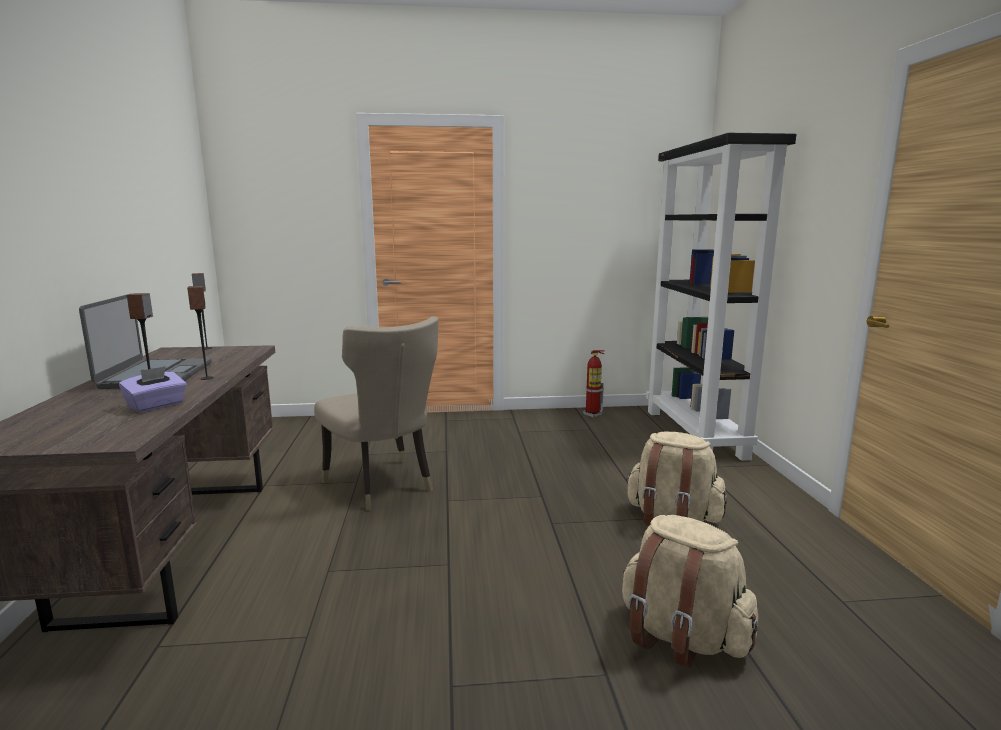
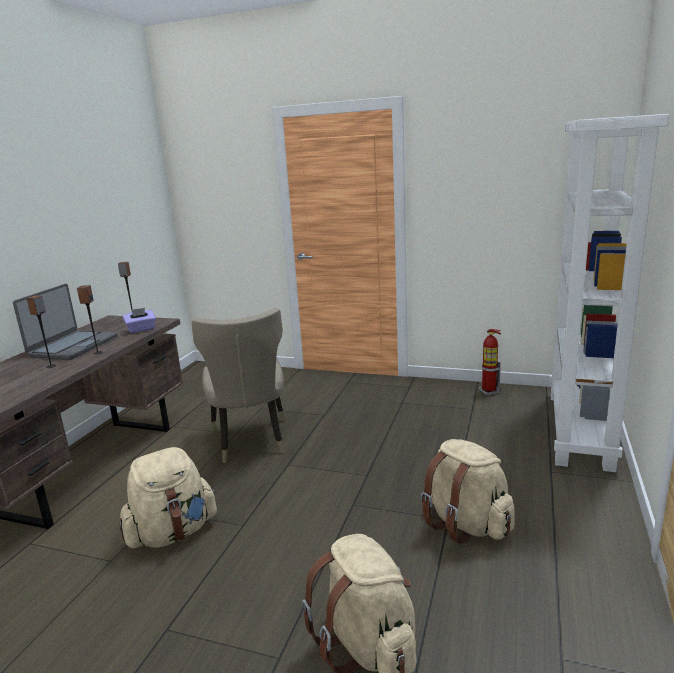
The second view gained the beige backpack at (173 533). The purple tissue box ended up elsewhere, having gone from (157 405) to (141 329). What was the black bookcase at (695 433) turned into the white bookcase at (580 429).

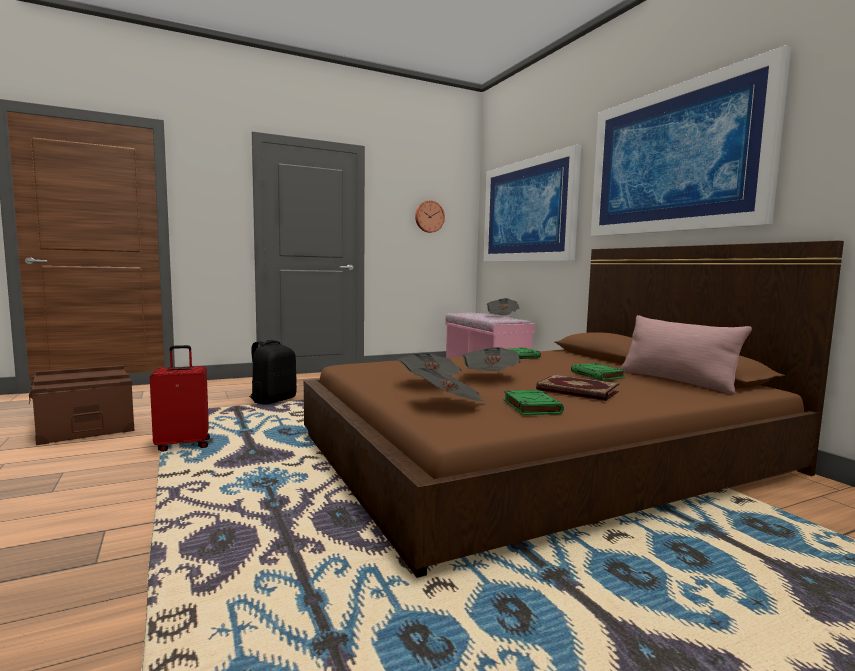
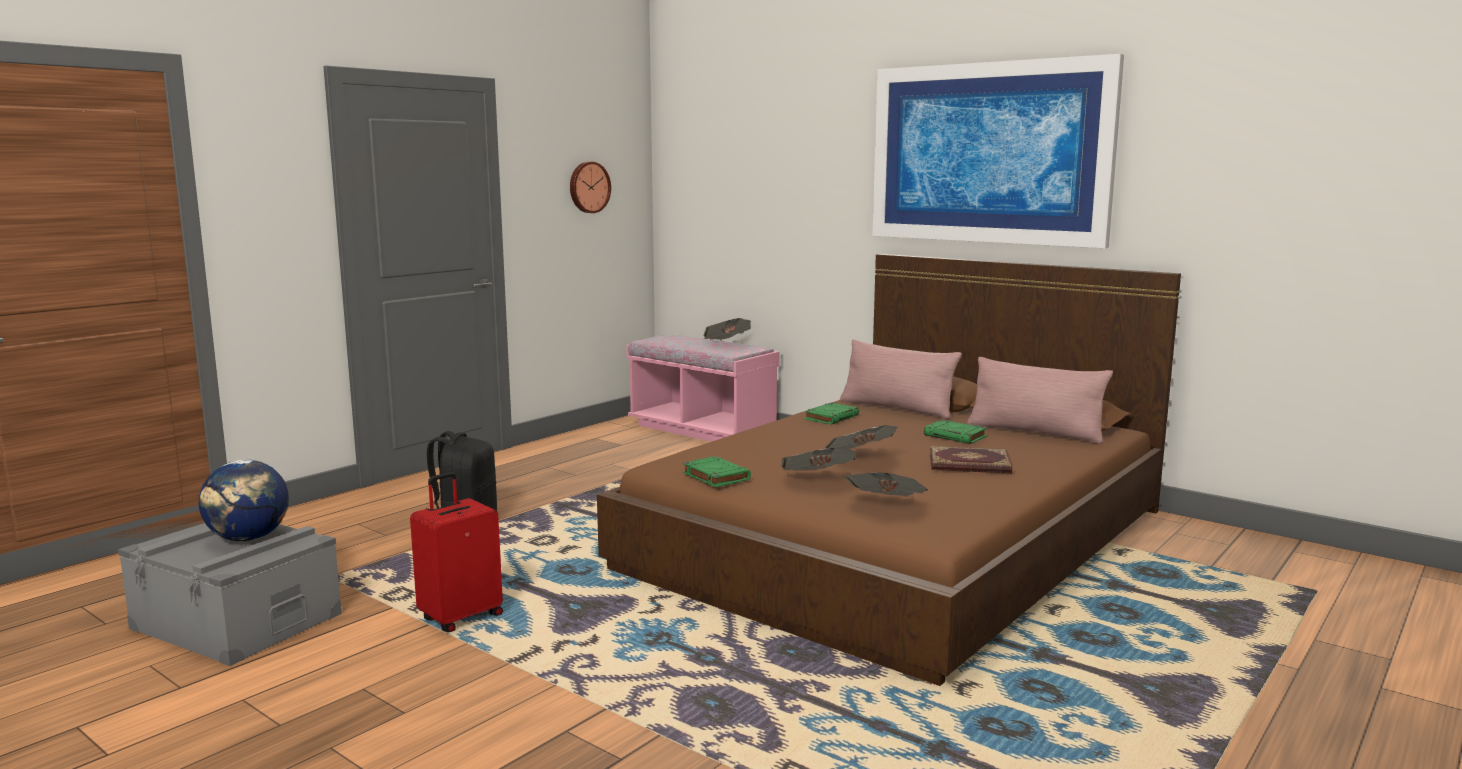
The second view lost the picture at (528 211). The second view gained the globe at (248 538). The second view gained the pink pillow at (896 408). The green book ended up elsewhere, having gone from (531 407) to (715 476). What was the brown storage box at (85 424) turned into the grey storage box at (237 621).

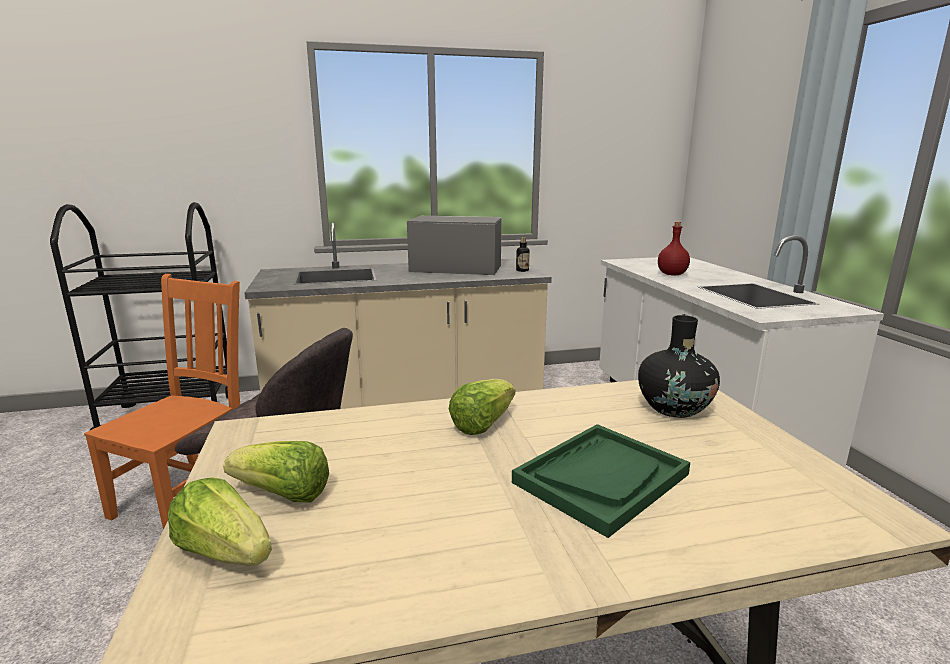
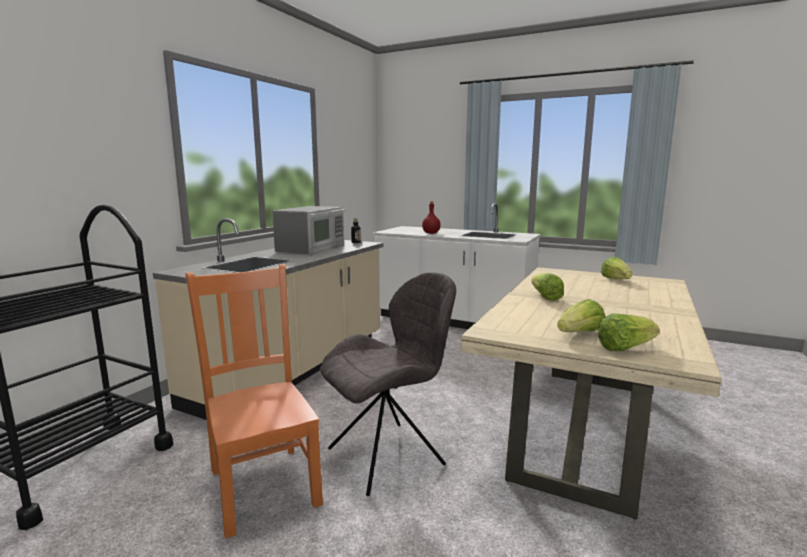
The second view lost the green tray at (601 478). The second view lost the black vase at (674 408). The second view gained the lettuce at (616 280). The microwave at (456 268) ended up facing another way, 150 degrees clockwise from before.

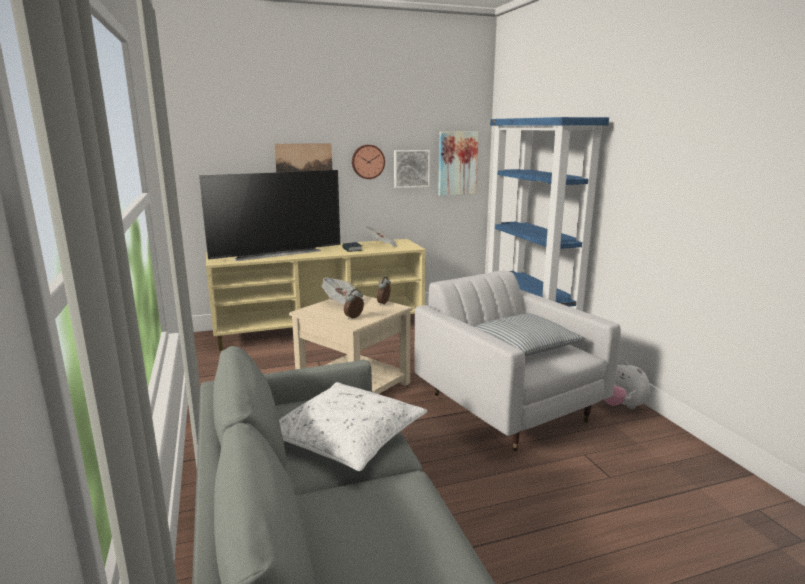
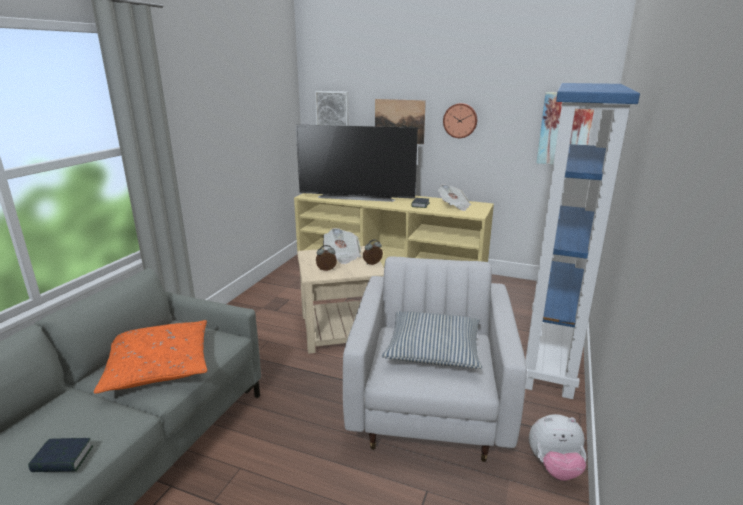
The second view gained the book at (63 459). The picture ended up elsewhere, having gone from (411 168) to (332 109). What was the white pillow at (347 437) turned into the orange pillow at (159 366). The plush toy at (622 406) ended up facing another way, 105 degrees counterclockwise from before.

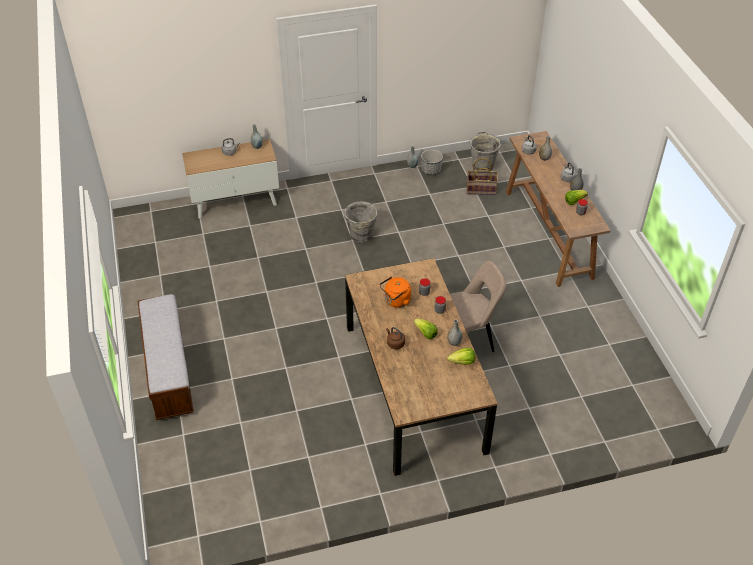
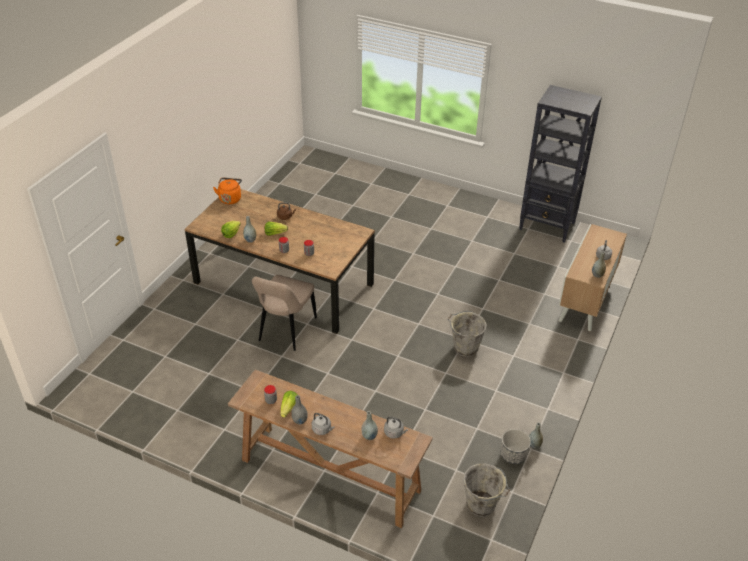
The second view lost the bench at (169 370). The second view lost the basket at (481 189). The second view gained the black bookcase at (547 226). The orange kettle ended up elsewhere, having gone from (396 301) to (230 198).

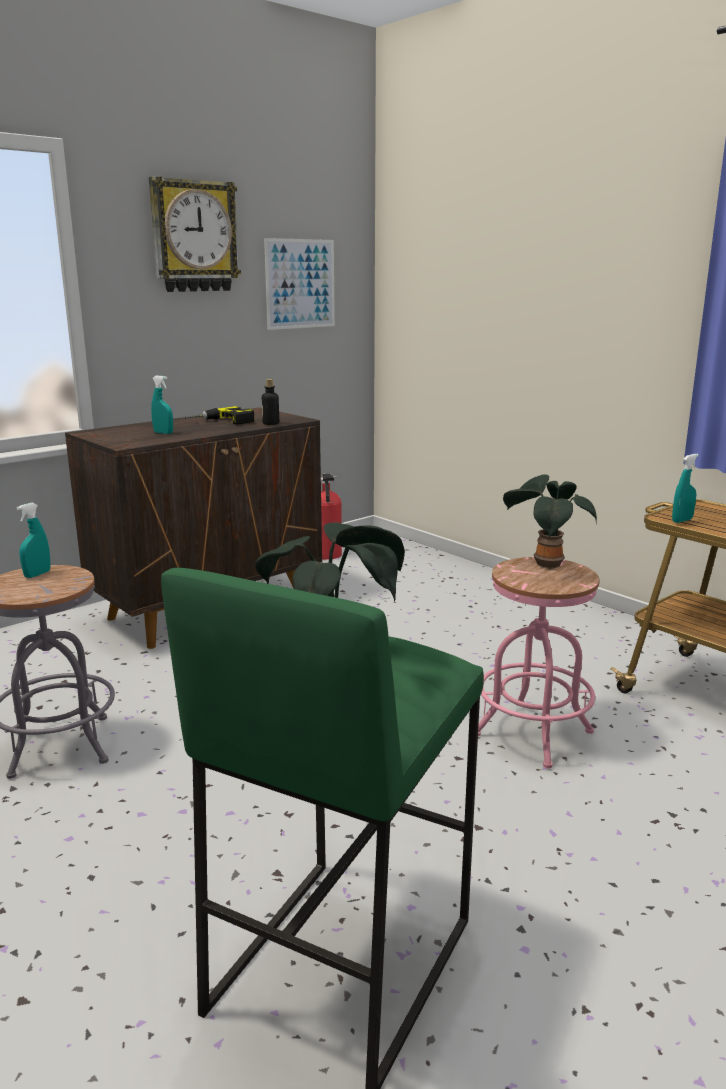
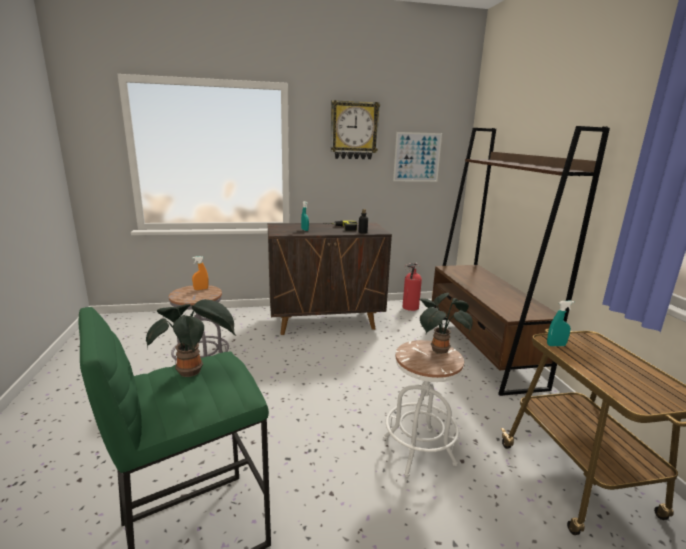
The second view gained the brown bookcase at (481 350). What was the turquoise spray bottle at (37 574) turned into the orange spray bottle at (201 289). What was the pink stool at (532 733) turned into the white stool at (418 451).

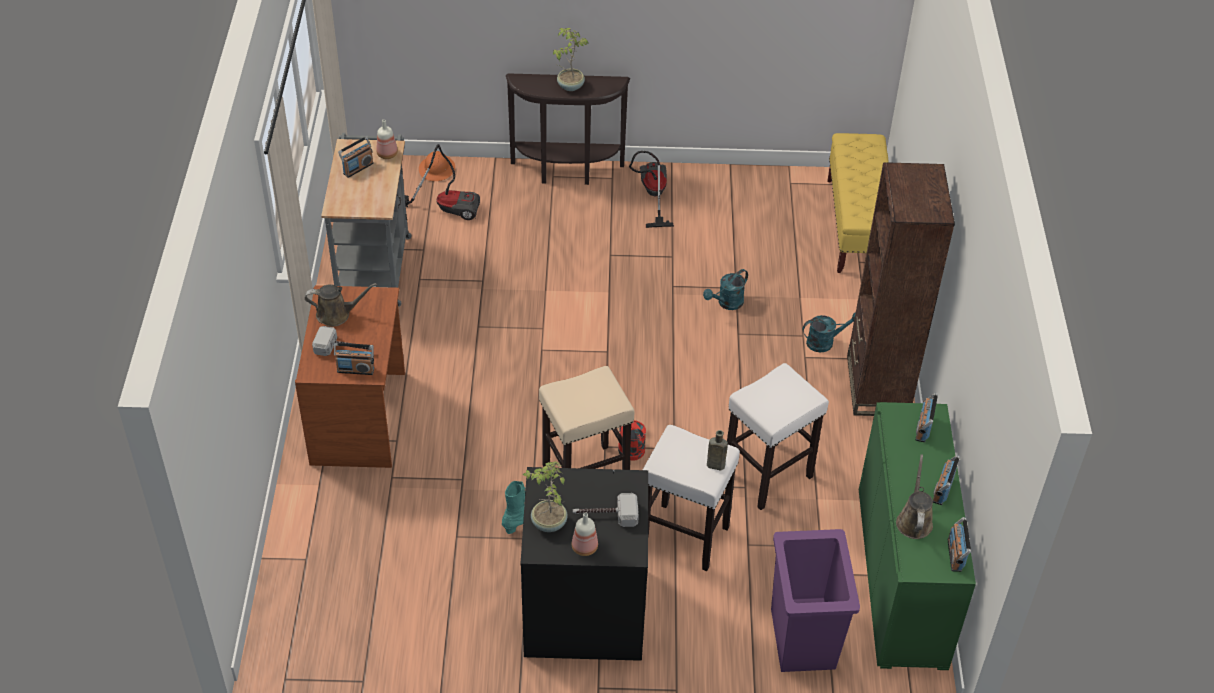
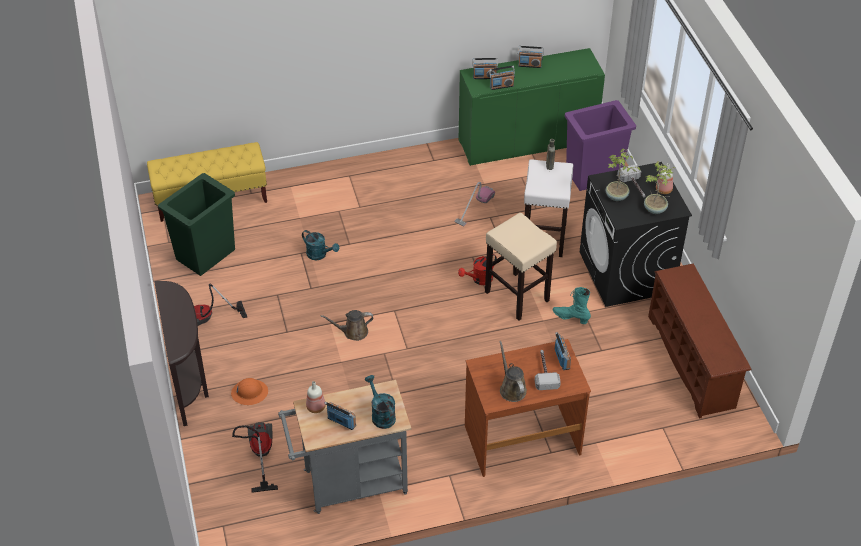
The second view lost the brown bookcase at (877 386). The second view gained the green trash can at (206 254). The second view gained the brown shoe rack at (692 362). The orange hard hat ended up elsewhere, having gone from (437 169) to (249 392). The potted plant ended up elsewhere, having gone from (570 86) to (616 197). The turquoise watering can ended up elsewhere, having gone from (825 342) to (381 415). The brown watering can ended up elsewhere, having gone from (914 520) to (353 332). The radio ended up elsewhere, having gone from (955 555) to (501 86). Where the white stool stood at (768 474), the vacuum cleaner came to stand at (474 208).

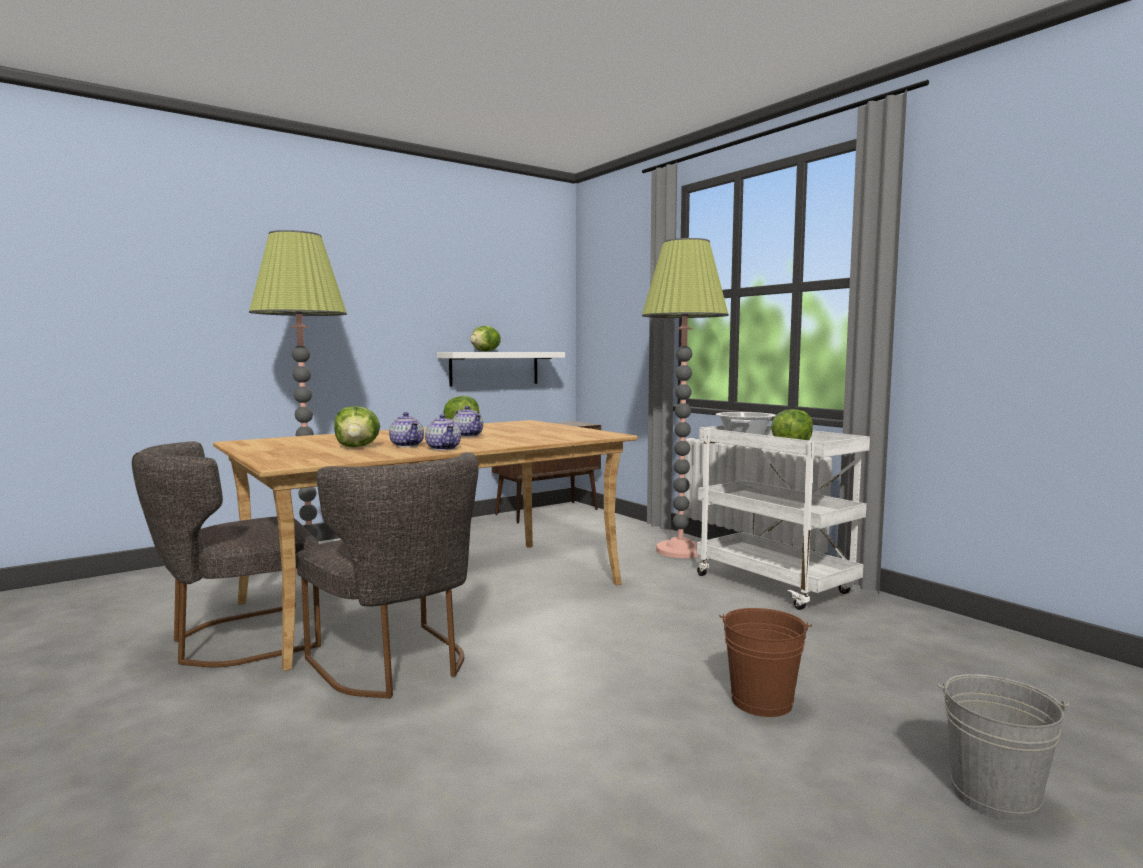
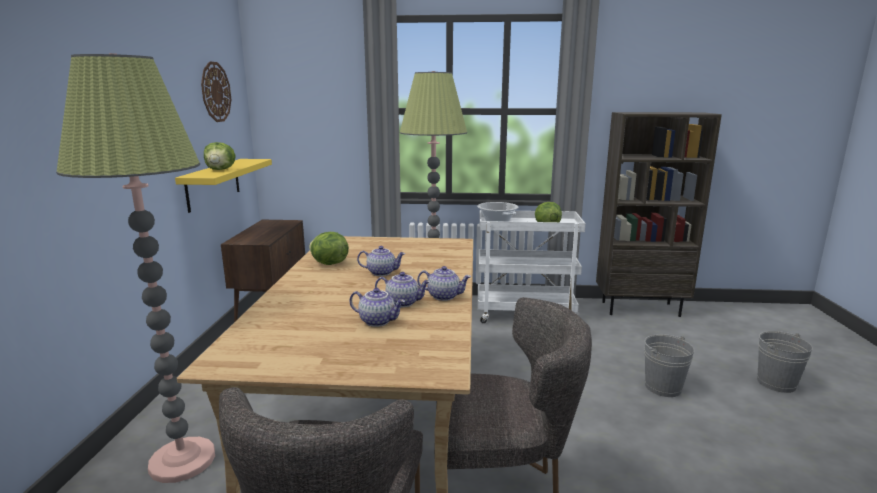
The second view gained the wall clock at (215 92). The second view gained the brown bookcase at (640 308). Where the lettuce stood at (357 447), the teapot came to stand at (378 321). What was the white shelf at (494 368) turned into the yellow shelf at (213 184). What was the brown bucket at (762 701) turned into the grey bucket at (663 387).

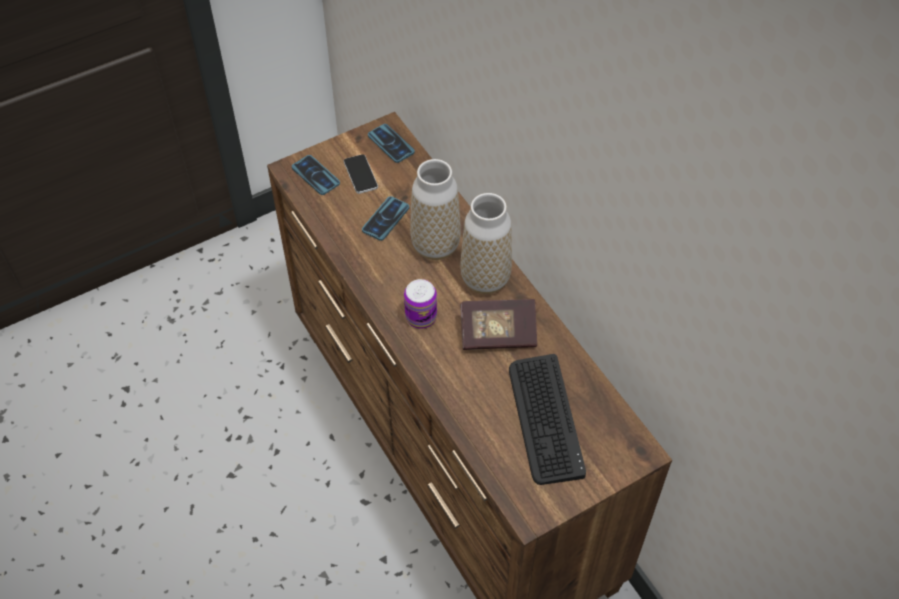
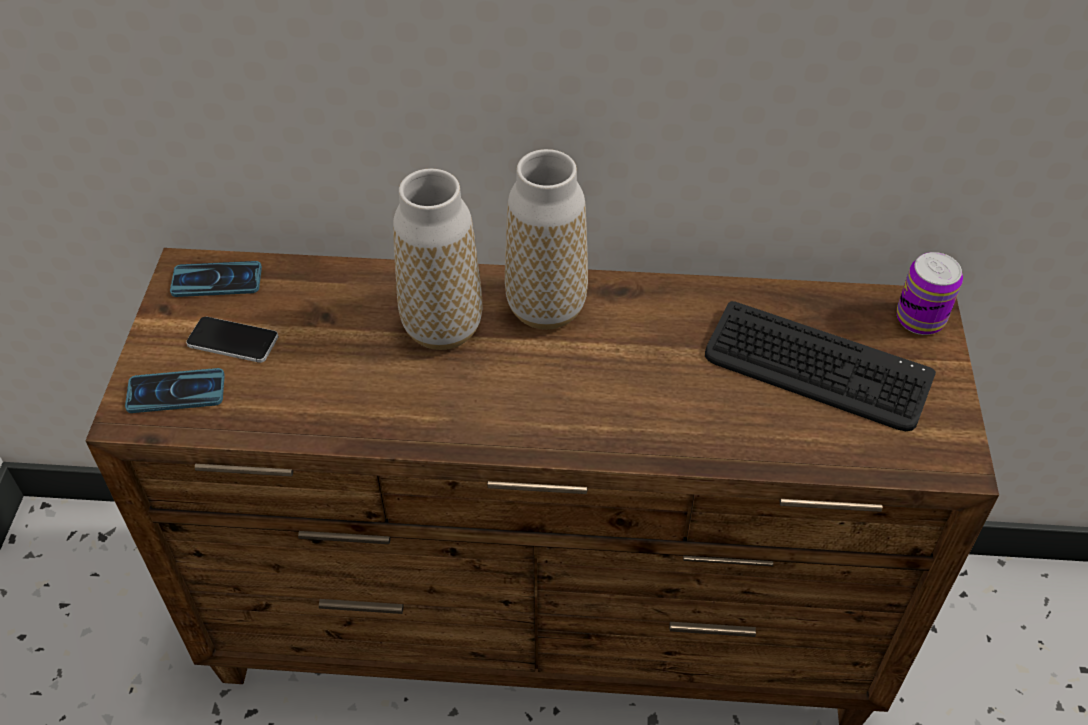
The second view lost the phone at (385 219). The second view lost the book at (498 334). The can ended up elsewhere, having gone from (421 317) to (920 319).

